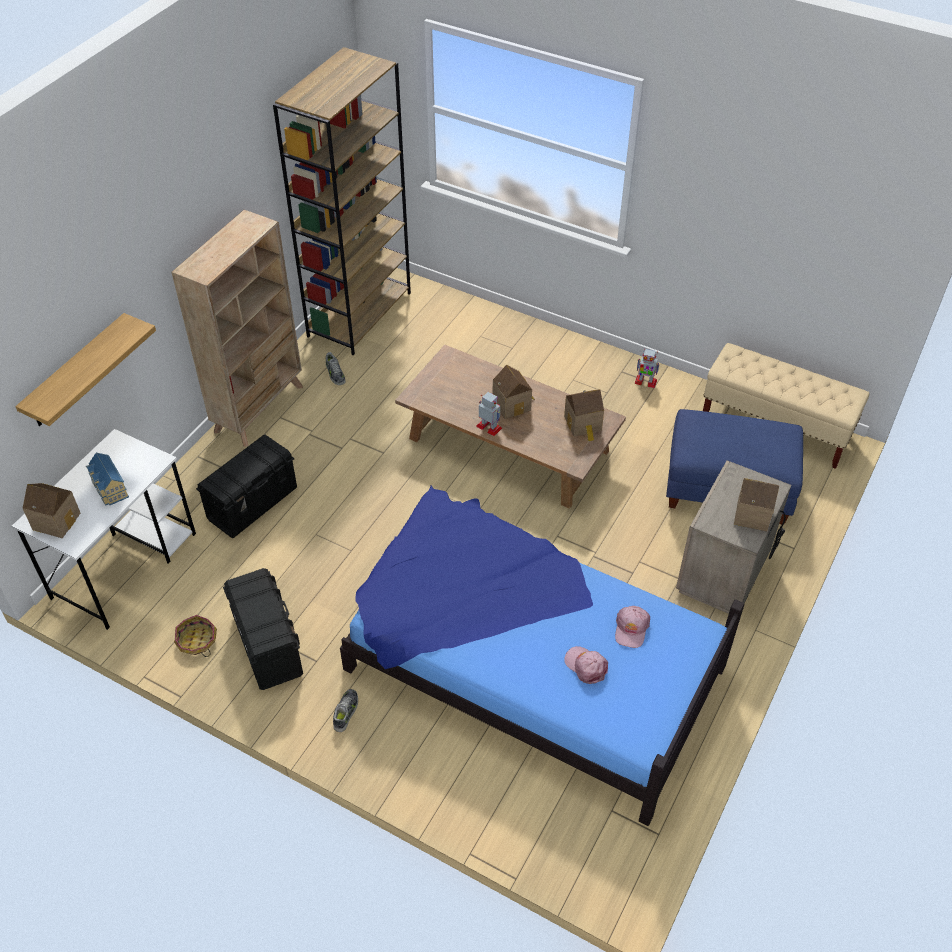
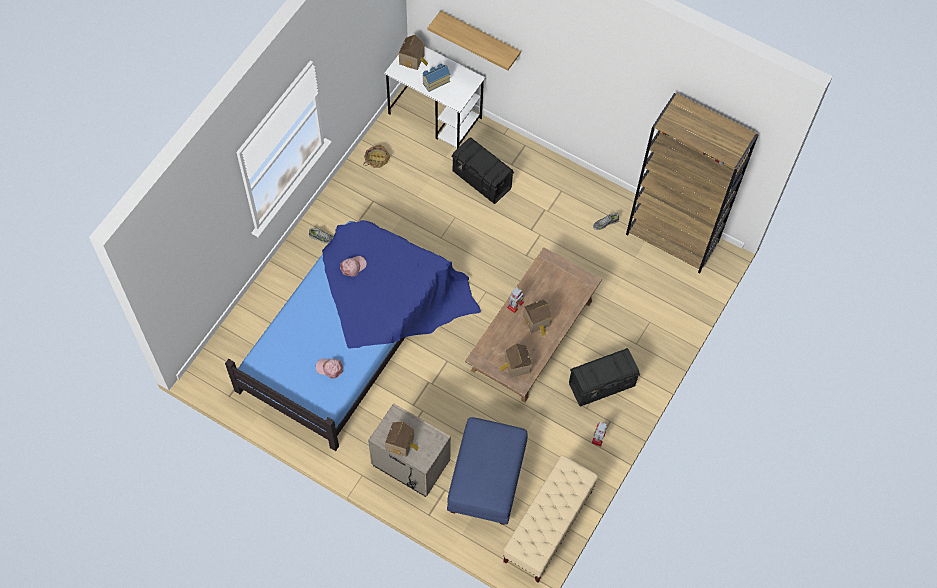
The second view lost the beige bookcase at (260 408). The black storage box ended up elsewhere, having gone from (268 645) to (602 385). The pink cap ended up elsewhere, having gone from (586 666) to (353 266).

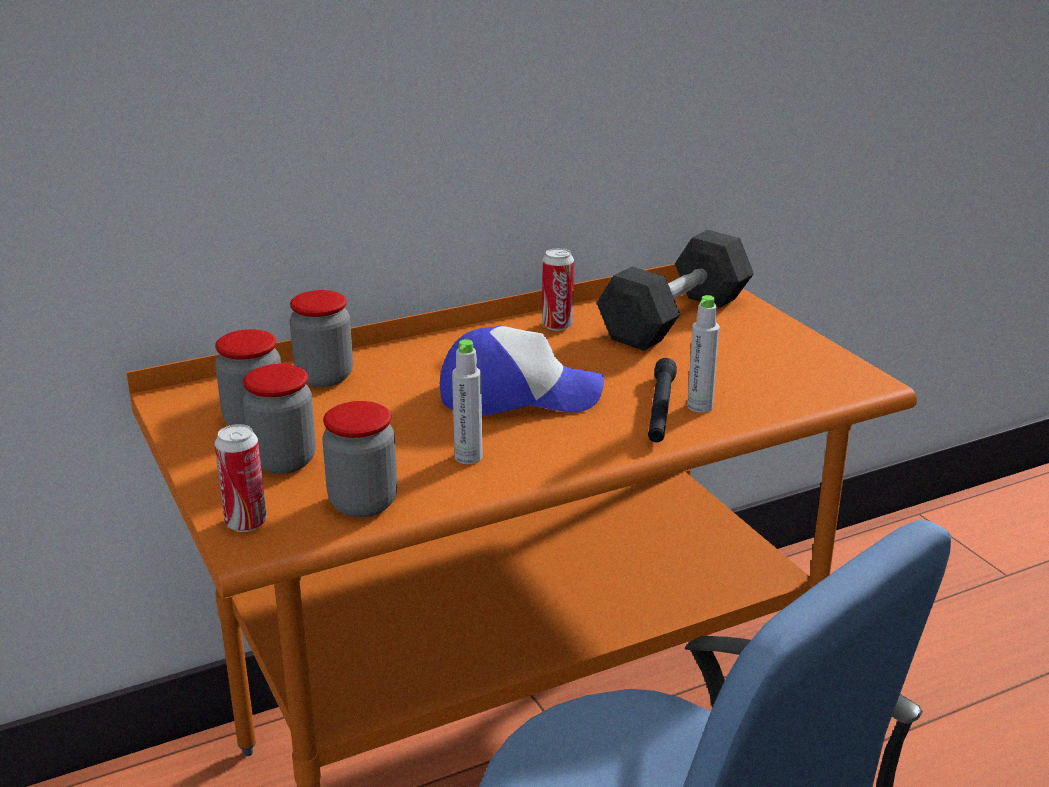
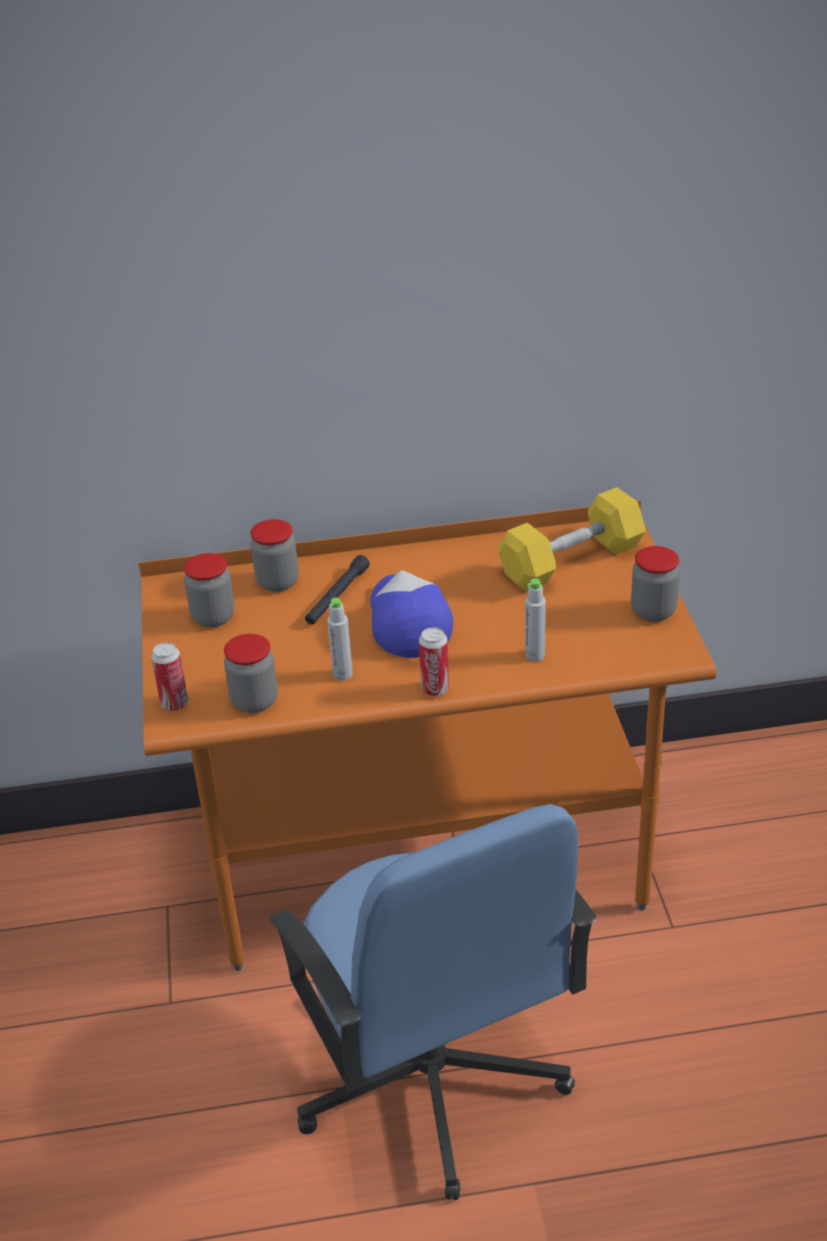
The jar ended up elsewhere, having gone from (284 461) to (653 611). The can ended up elsewhere, having gone from (557 325) to (435 689). The black flashlight ended up elsewhere, having gone from (660 409) to (337 596). What was the grey dumbbell at (675 318) turned into the yellow dumbbell at (571 561). The cap at (518 395) ended up facing another way, 120 degrees counterclockwise from before.

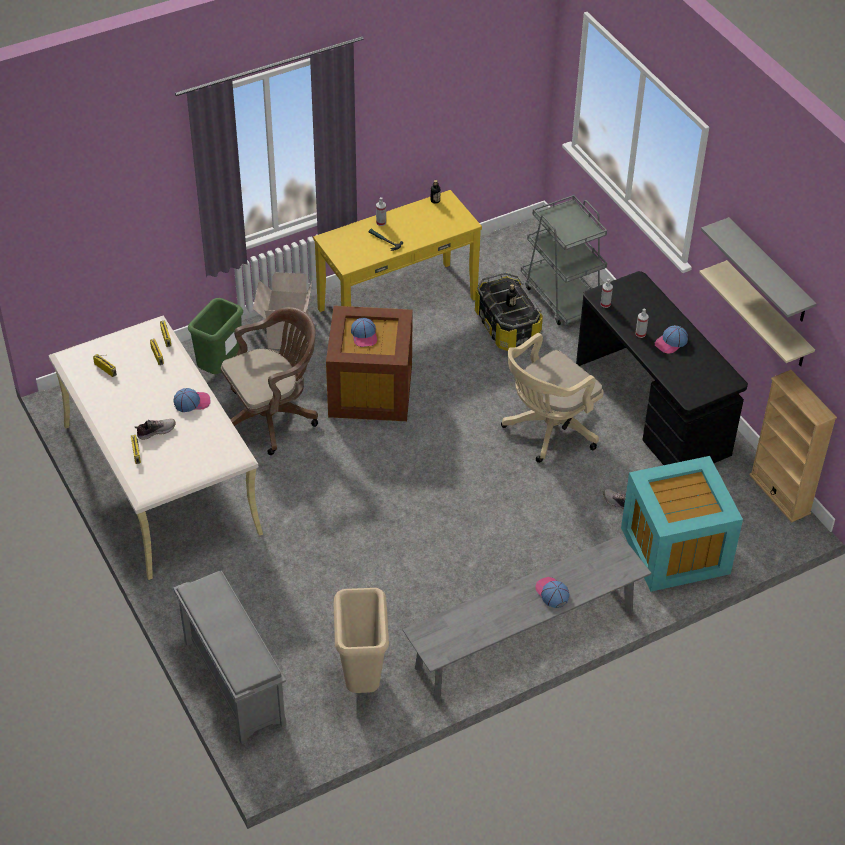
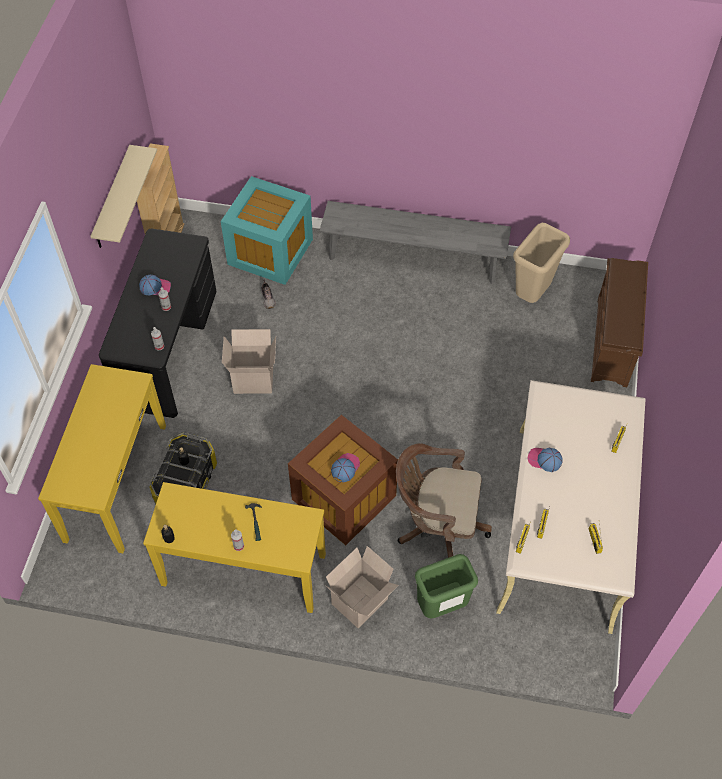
The second view lost the shoe at (155 431). The second view lost the cap at (551 593). The second view lost the grey shelf at (769 272). Where the beige office chair stood at (547 430), the cardboard box came to stand at (254 378). Where the grey cart stood at (562 297), the yellow console table came to stand at (115 482). What was the grey shoe rack at (232 681) turned into the brown shoe rack at (612 342).

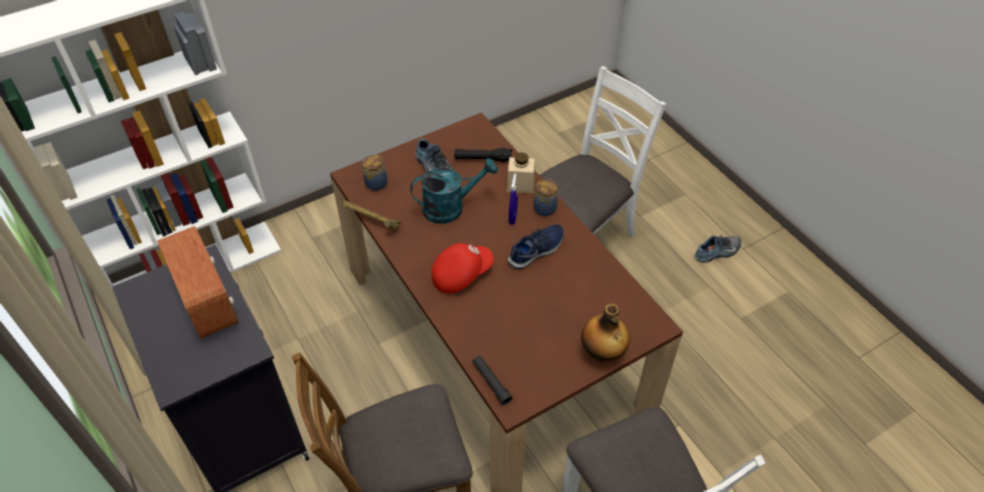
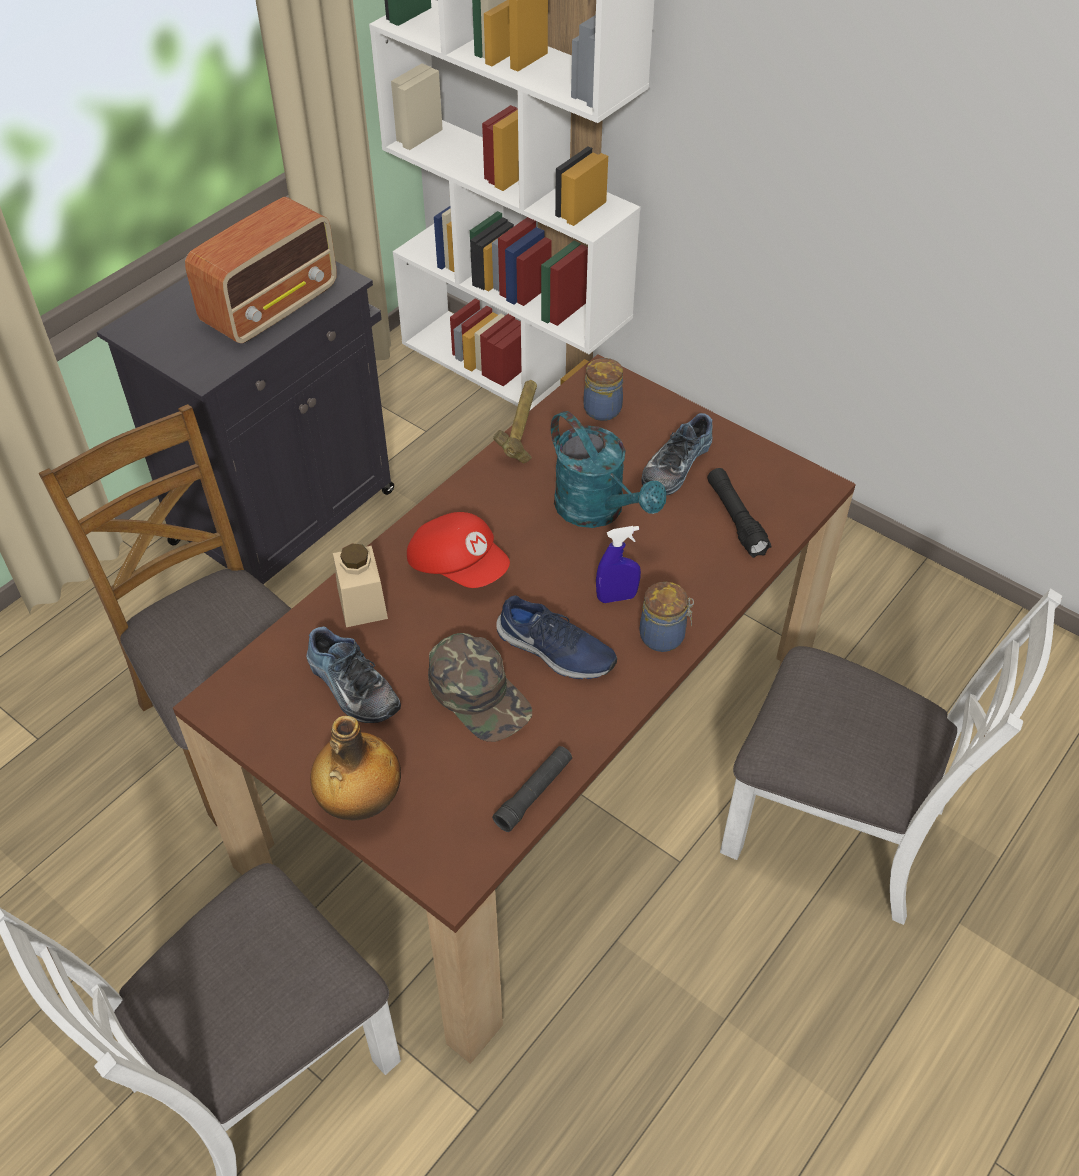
The second view gained the green cap at (480 694). The black flashlight ended up elsewhere, having gone from (491 382) to (534 793). The beige jar ended up elsewhere, having gone from (520 184) to (362 603). The shoe ended up elsewhere, having gone from (718 252) to (350 688).

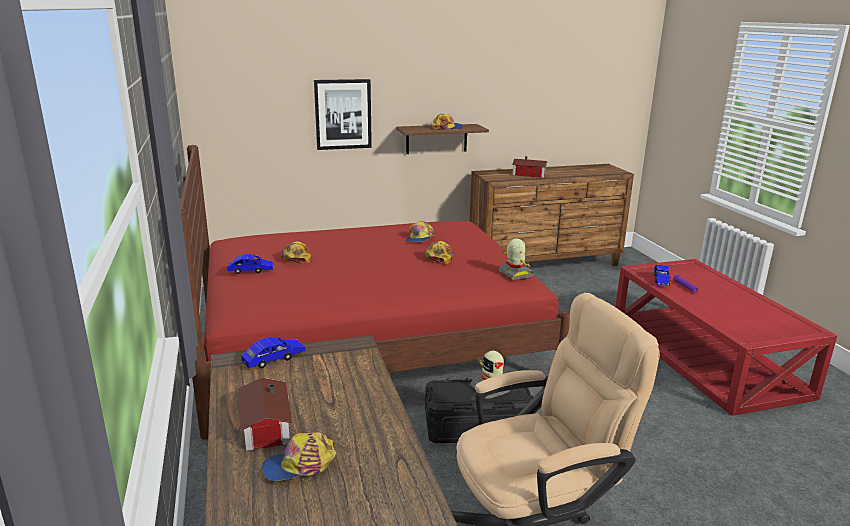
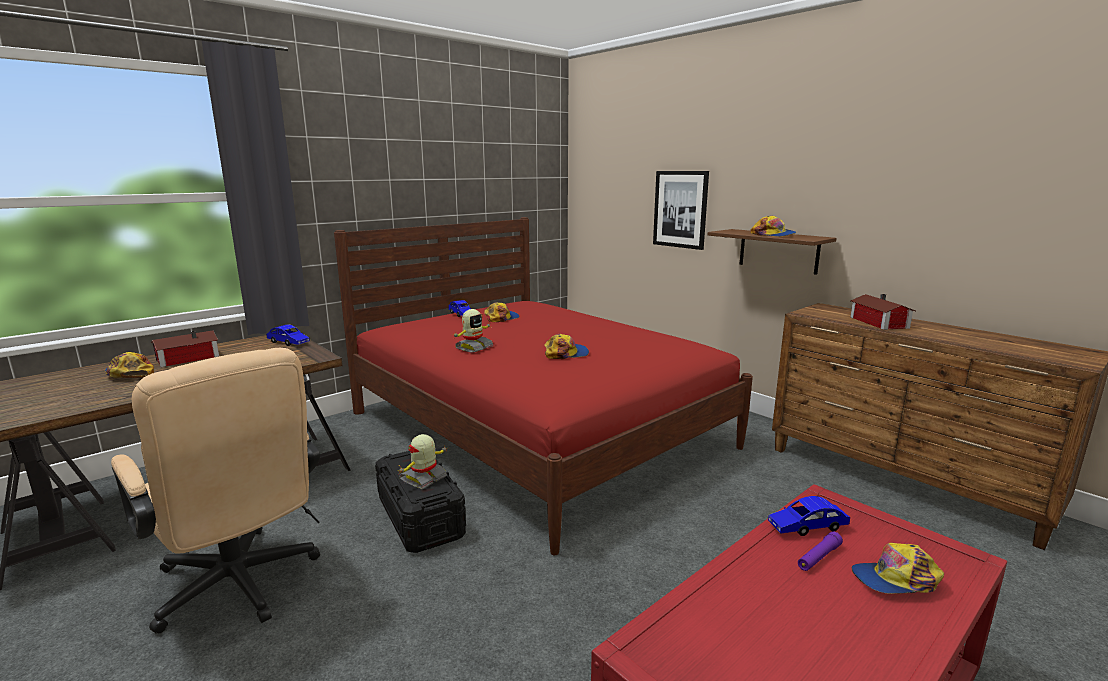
The cap ended up elsewhere, having gone from (419 238) to (896 580). The toy robot ended up elsewhere, having gone from (515 274) to (473 347).

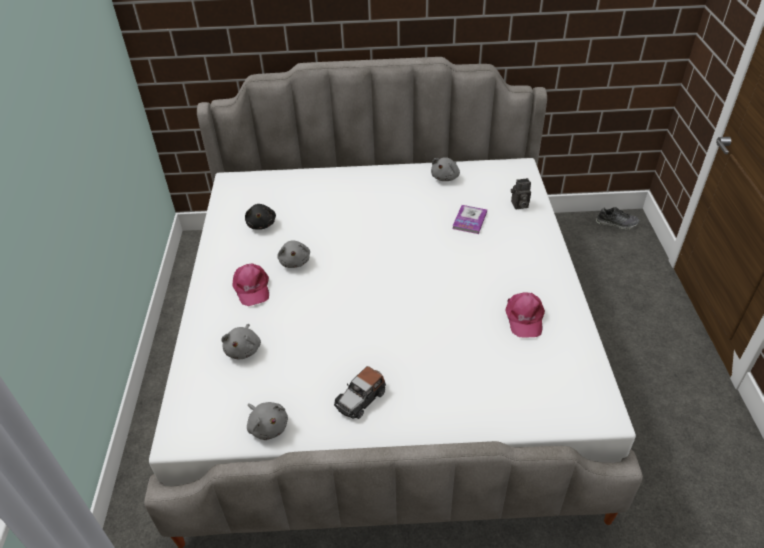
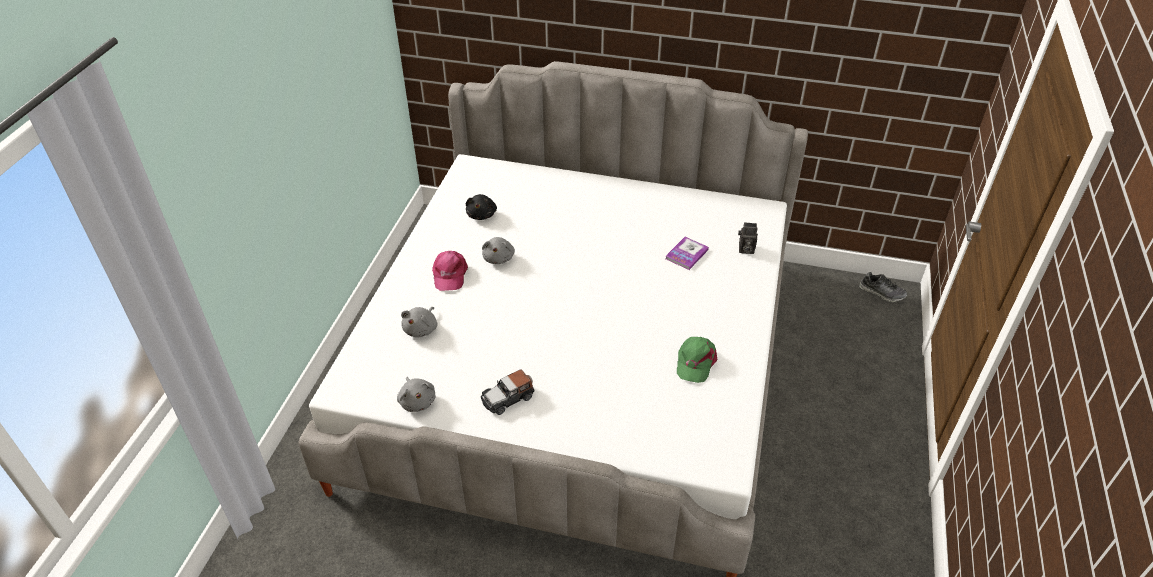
The second view lost the grey plush toy at (445 177). What was the pink cap at (524 318) turned into the green cap at (695 362).

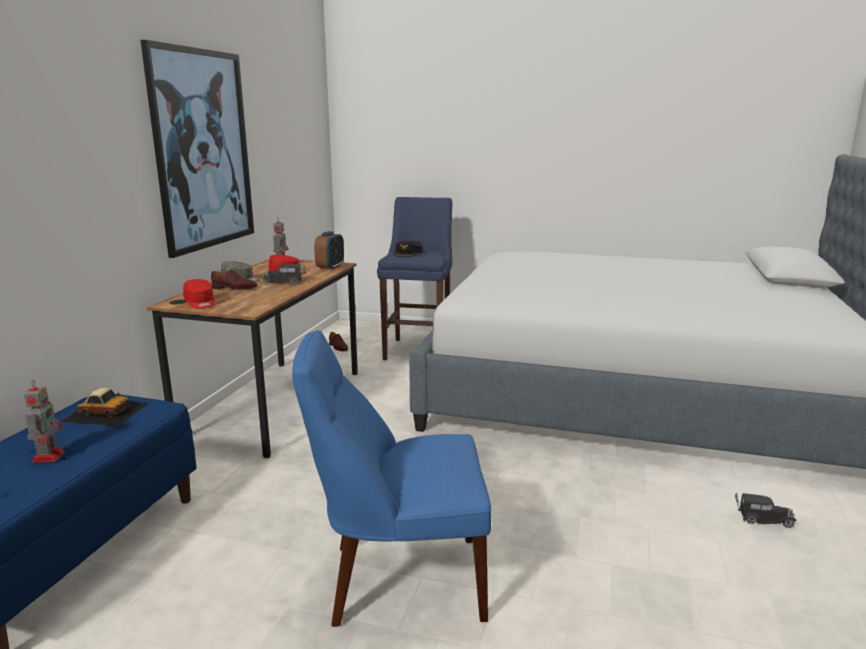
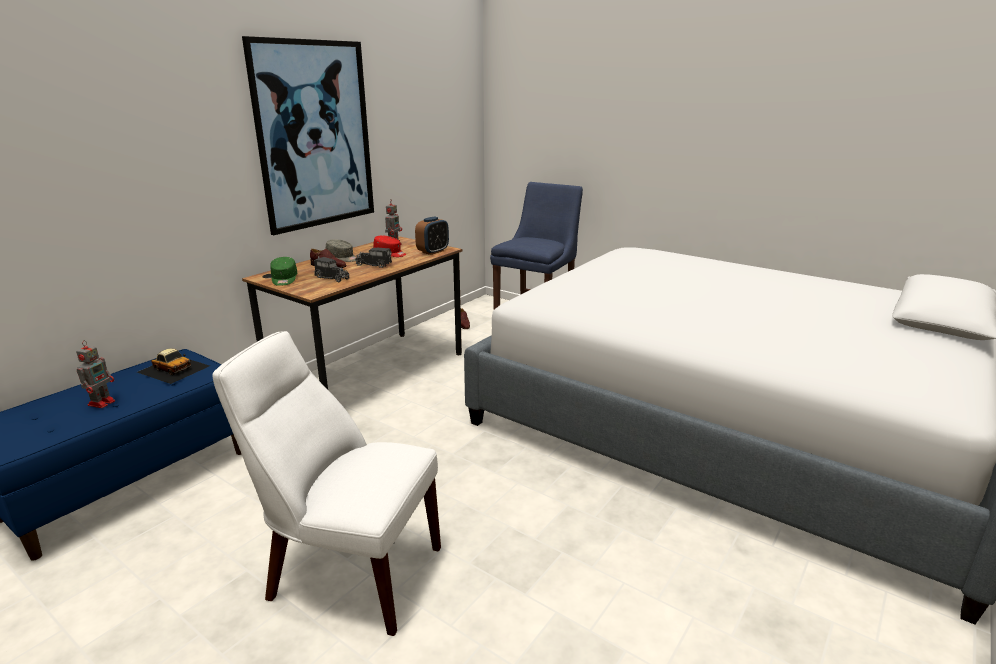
The second view lost the black cap at (408 253). The toy truck ended up elsewhere, having gone from (762 519) to (331 277). What was the red cap at (200 303) turned into the green cap at (284 279). What was the blue chair at (398 580) turned into the white chair at (349 571).

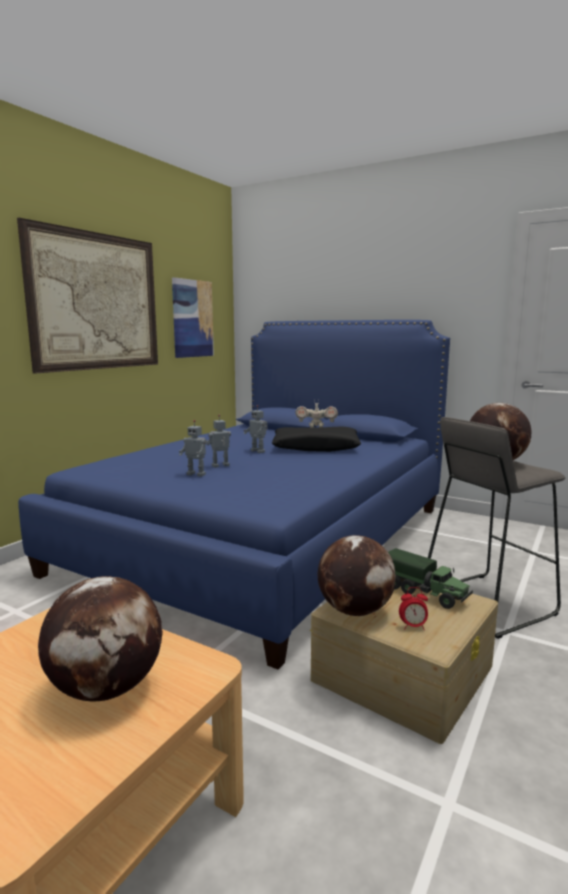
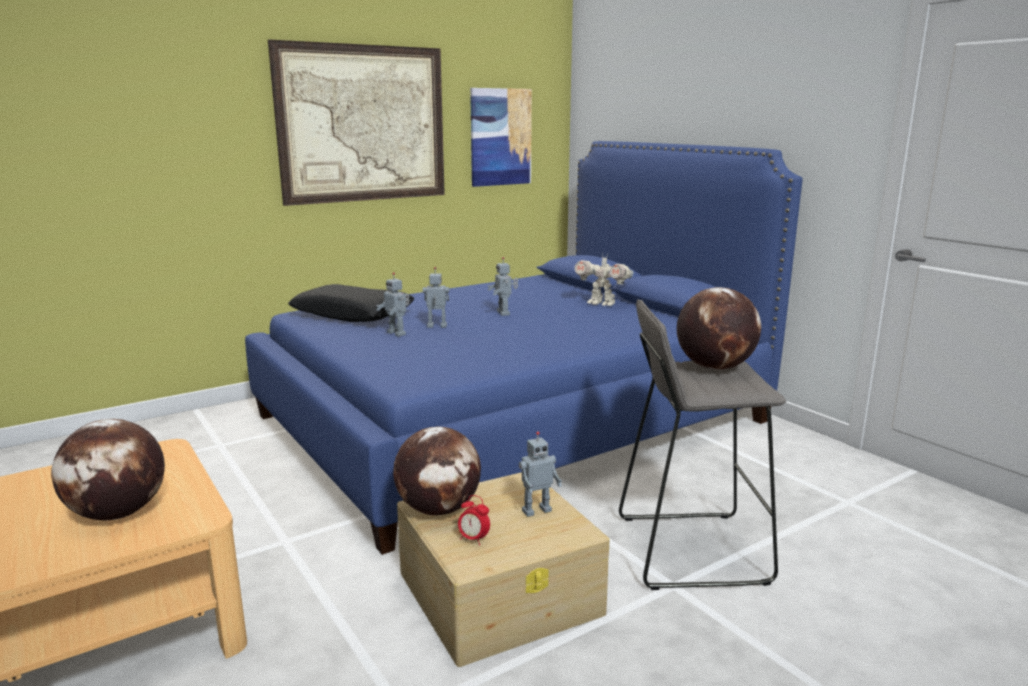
The black pillow ended up elsewhere, having gone from (315 447) to (352 314). Where the toy truck stood at (425 593), the toy robot came to stand at (536 510).

